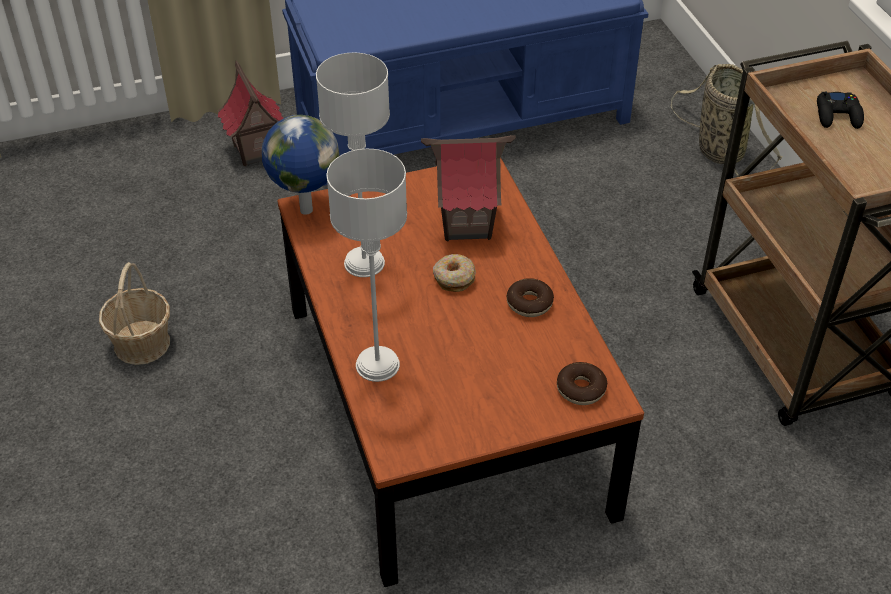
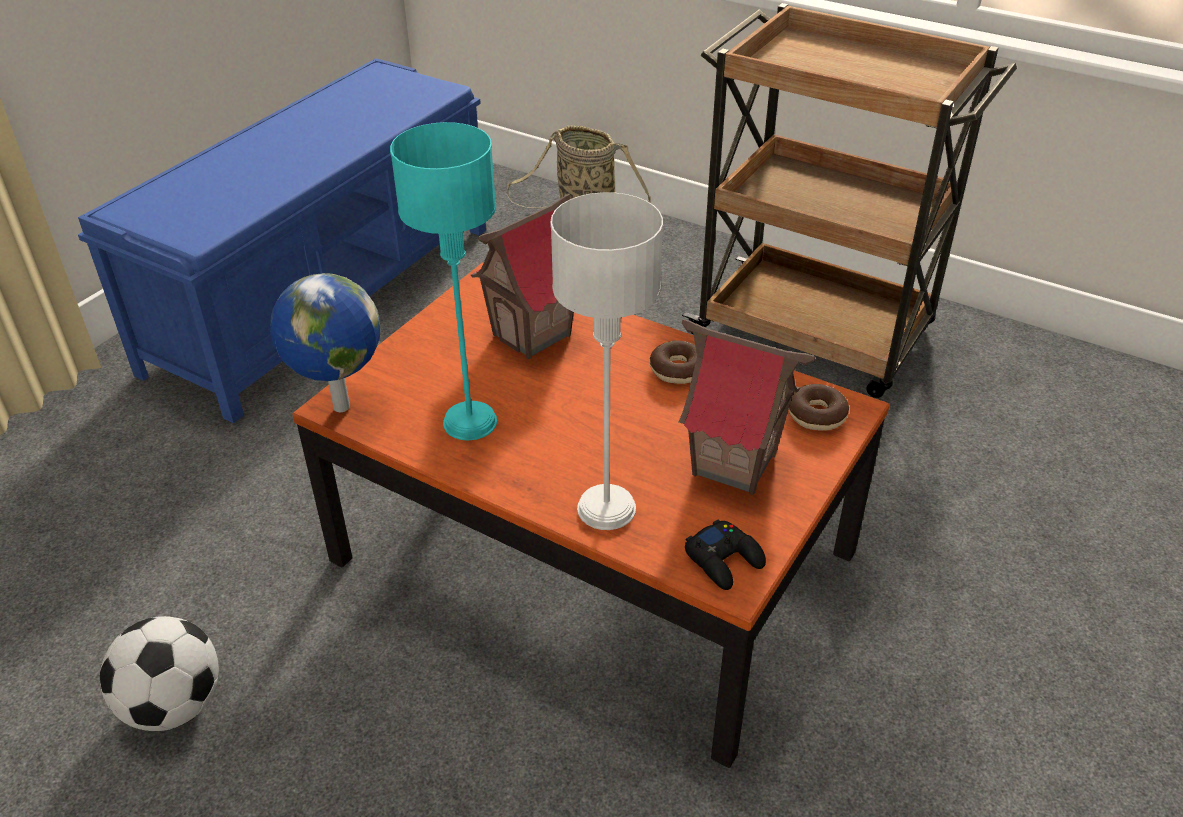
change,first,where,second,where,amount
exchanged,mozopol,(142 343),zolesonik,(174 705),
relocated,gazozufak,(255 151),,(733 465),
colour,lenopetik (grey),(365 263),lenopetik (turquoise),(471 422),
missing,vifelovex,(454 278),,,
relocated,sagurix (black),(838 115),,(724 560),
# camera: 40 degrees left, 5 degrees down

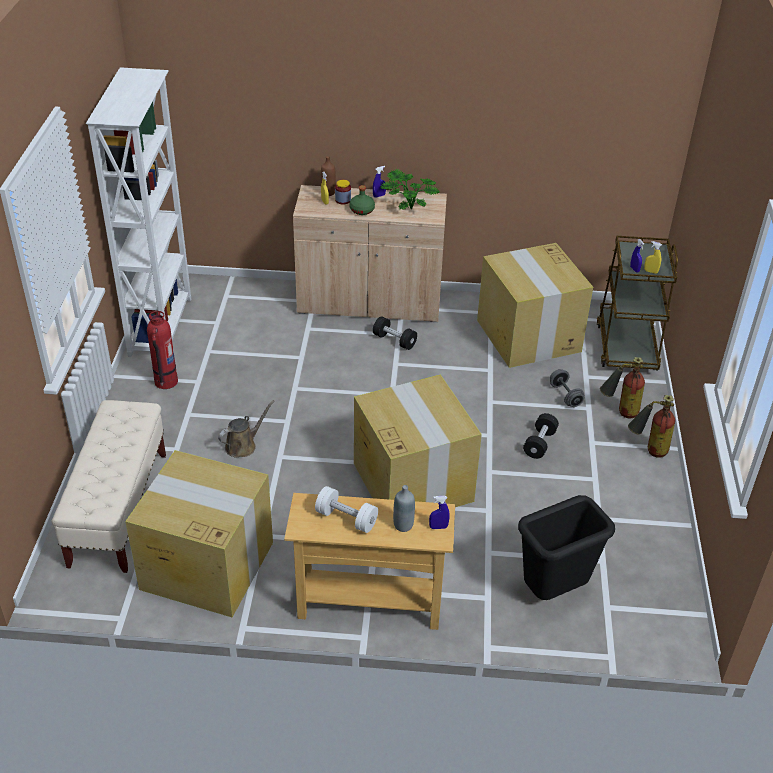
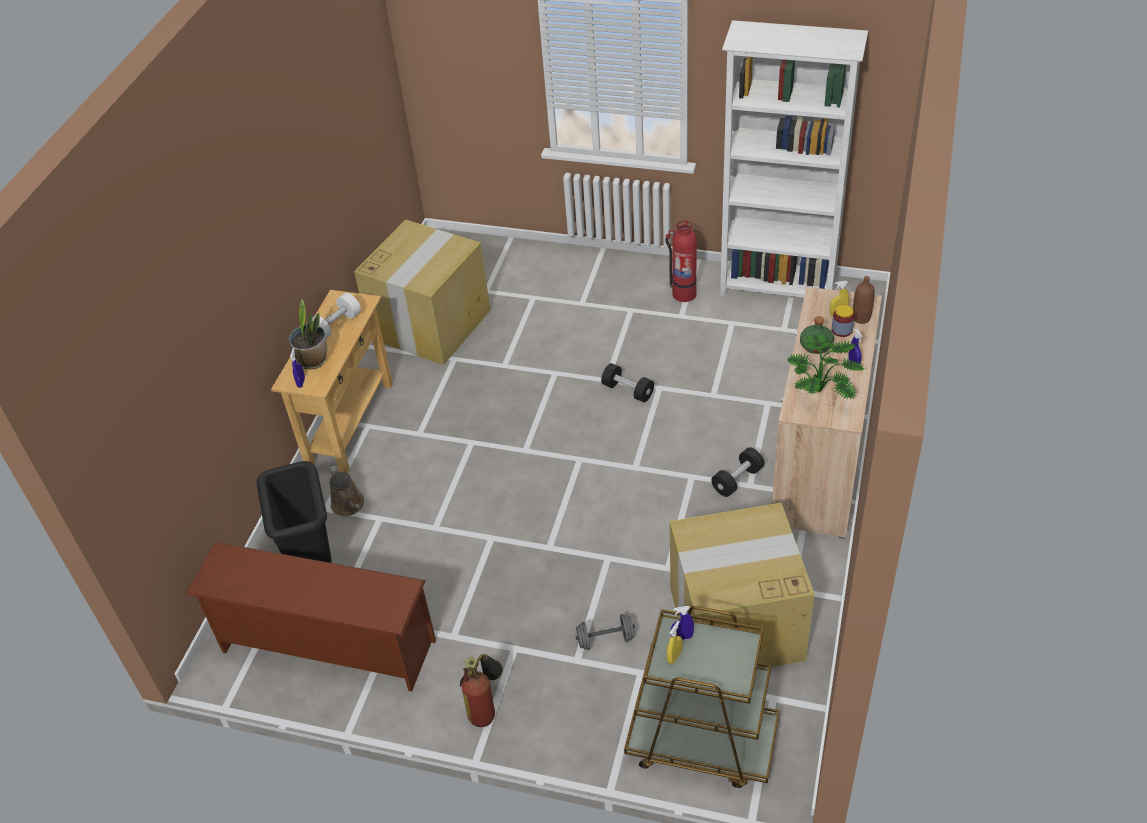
change,first,where,second,where,amount
missing,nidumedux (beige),(119 509),,,
relocated,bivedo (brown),(243 445),,(349 505),
missing,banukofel,(412 481),,,
exchanged,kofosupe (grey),(403 525),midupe,(313 360),
relocated,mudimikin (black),(539 443),,(627 390),
missing,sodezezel,(619 412),,,
appeared,,,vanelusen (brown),(325 647),
# camera: 105 degrees right, 5 degrees up

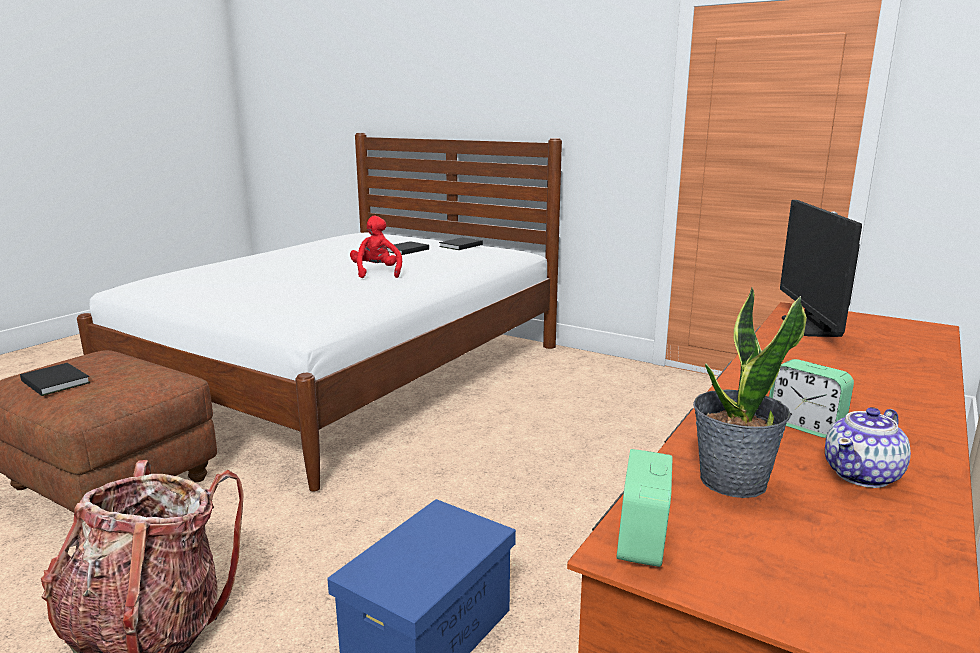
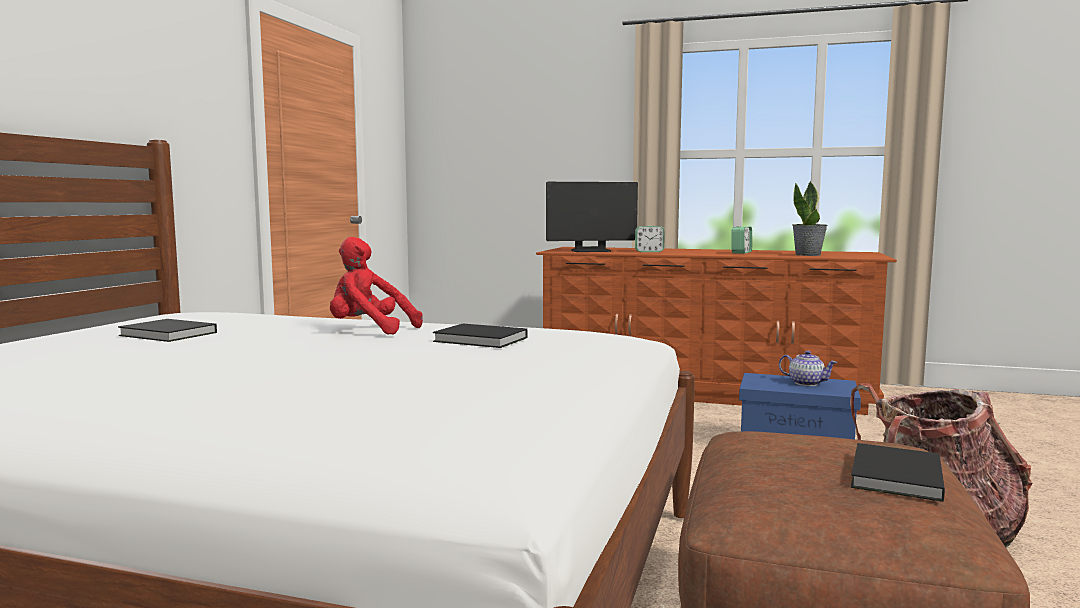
change,first,where,second,where,amount
spun,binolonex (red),(377 273),,(369 330),45 degrees clockwise
relocated,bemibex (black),(459 246),,(482 340),
relocated,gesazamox,(642 542),,(649 251),
relocated,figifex,(863 475),,(806 383),
# camera: 105 degrees left, 10 degrees down

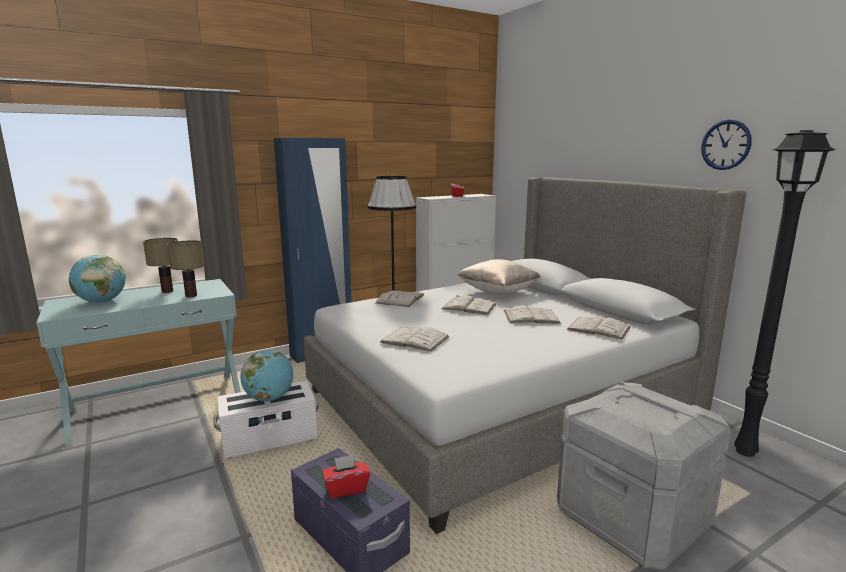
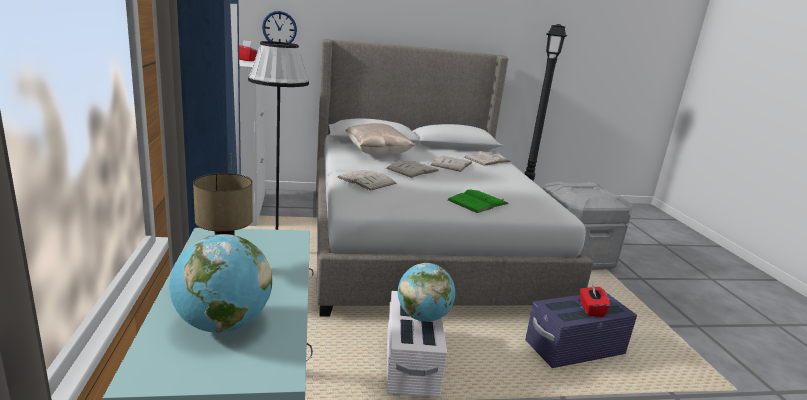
change,first,where,second,where,amount
missing,lenopetik,(191 295),,,
colour,bemibex (white),(415 339),bemibex (green),(478 202),
relocated,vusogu,(725 145),,(279 28),
# camera: 70 degrees left, 5 degrees up

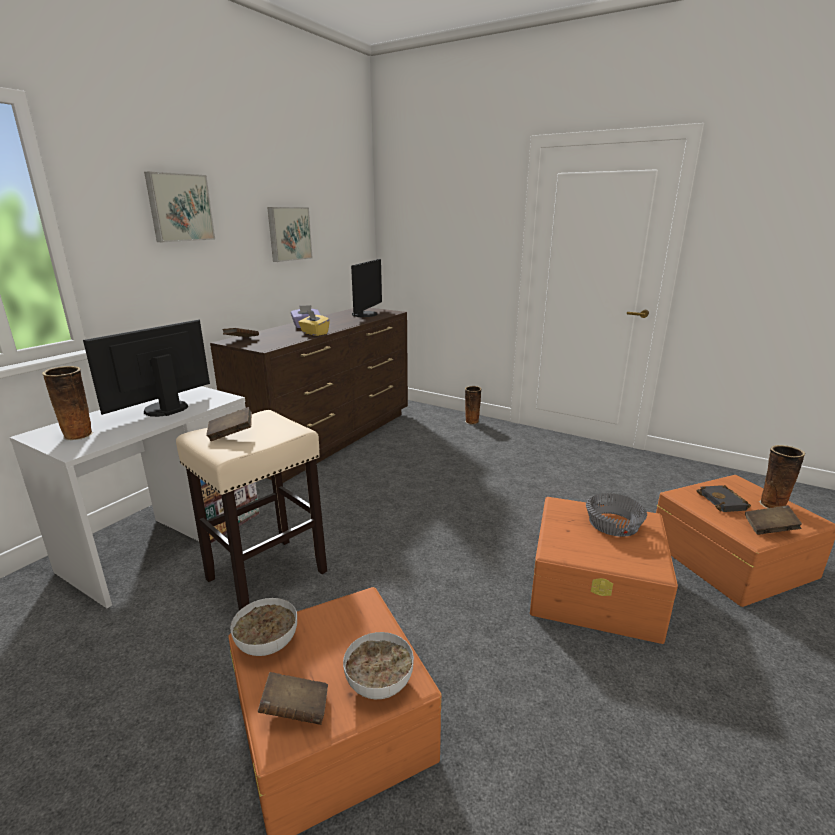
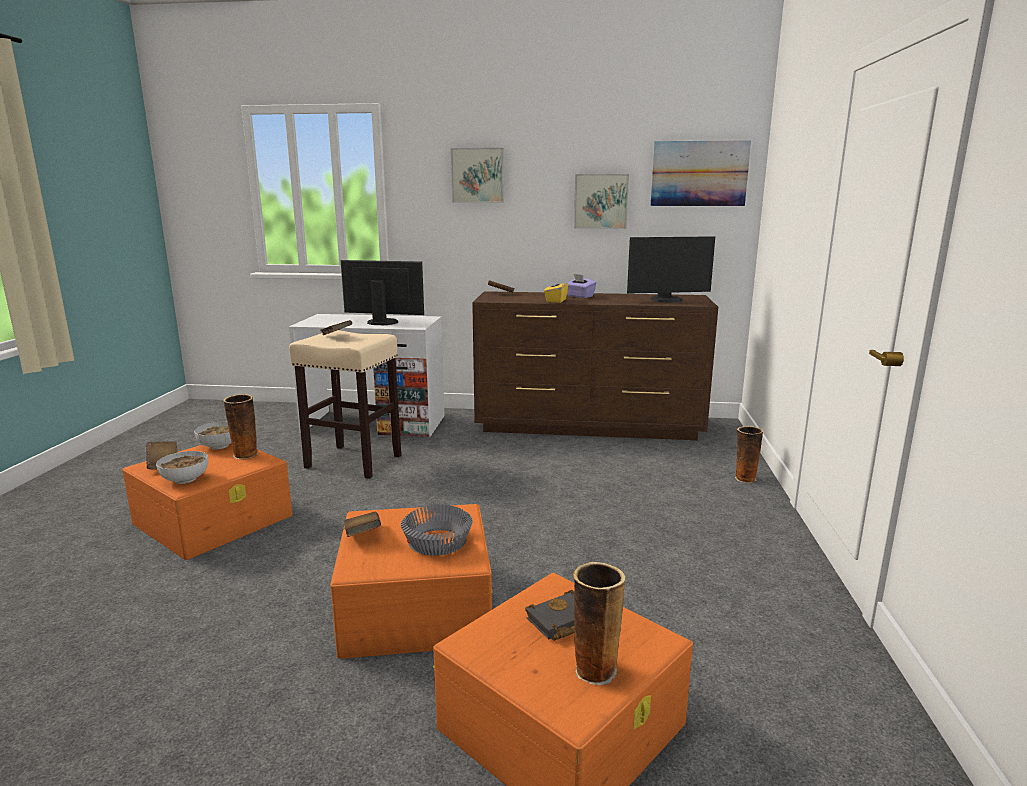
change,first,where,second,where,amount
relocated,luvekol,(79 435),,(245 455),
relocated,bemibex (brown),(769 529),,(363 535),
appeared,,,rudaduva,(699 173),
# camera: 65 degrees right, 5 degrees down

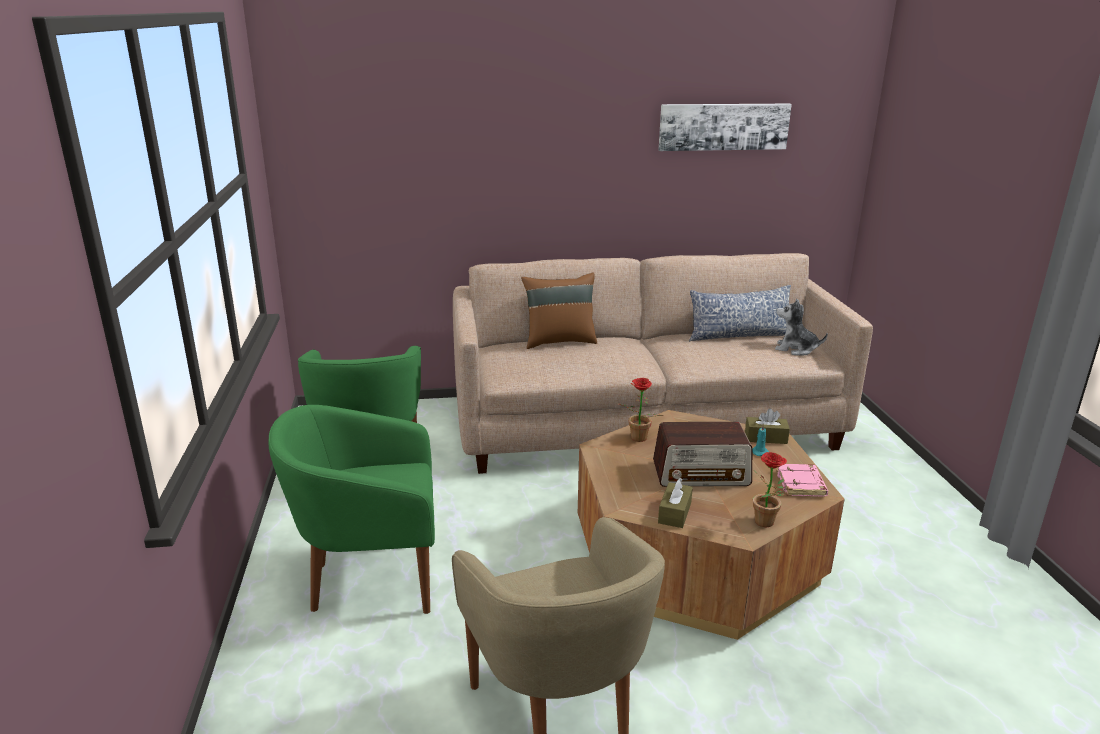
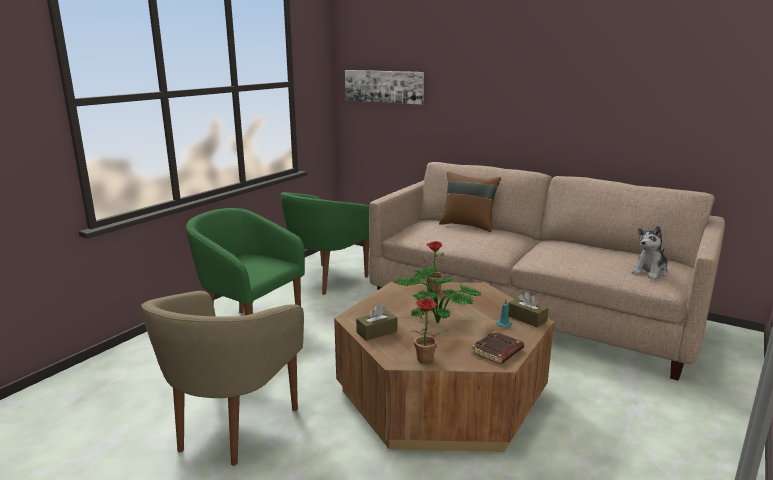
change,first,where,second,where,amount
exchanged,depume,(701 474),midupe,(436 320),
relocated,rudaduva,(723 126),,(384 86),
missing,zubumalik,(739 335),,,
spun,binolonex,(795 349),,(650 272),105 degrees counterclockwise
colour,bemibex (pink),(801 484),bemibex (brown),(497 352),
# camera: 40 degrees right, 5 degrees down

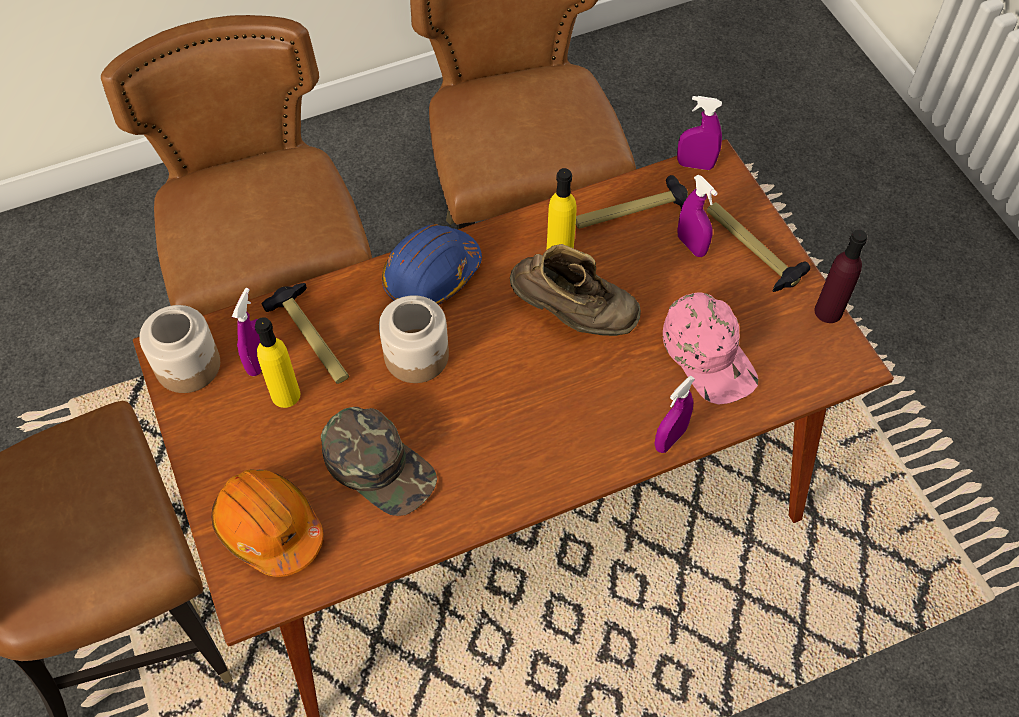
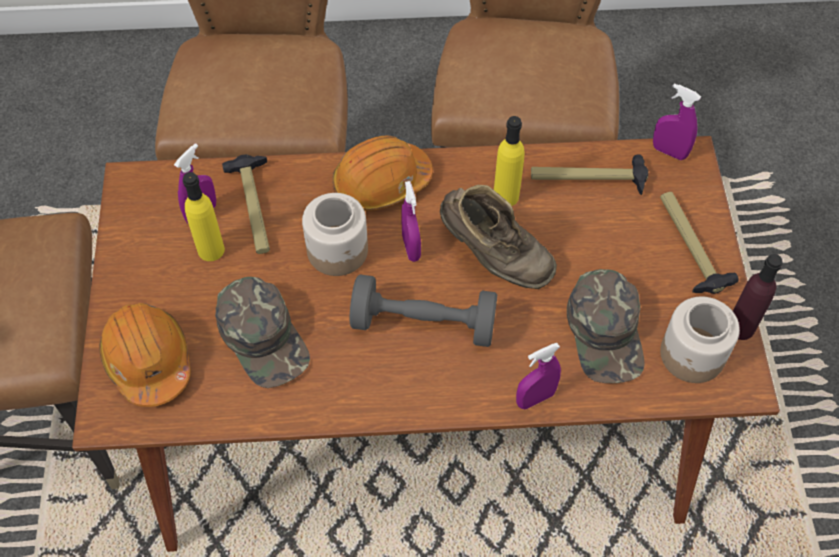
change,first,where,second,where,amount
relocated,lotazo,(188 366),,(692 355),
colour,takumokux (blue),(431 275),takumokux (orange),(381 183),
colour,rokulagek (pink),(709 355),rokulagek (green),(606 332),
relocated,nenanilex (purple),(691 245),,(411 247),
appeared,,,mudimikin (grey),(423 324),
# camera: 20 degrees right, 0 degrees up

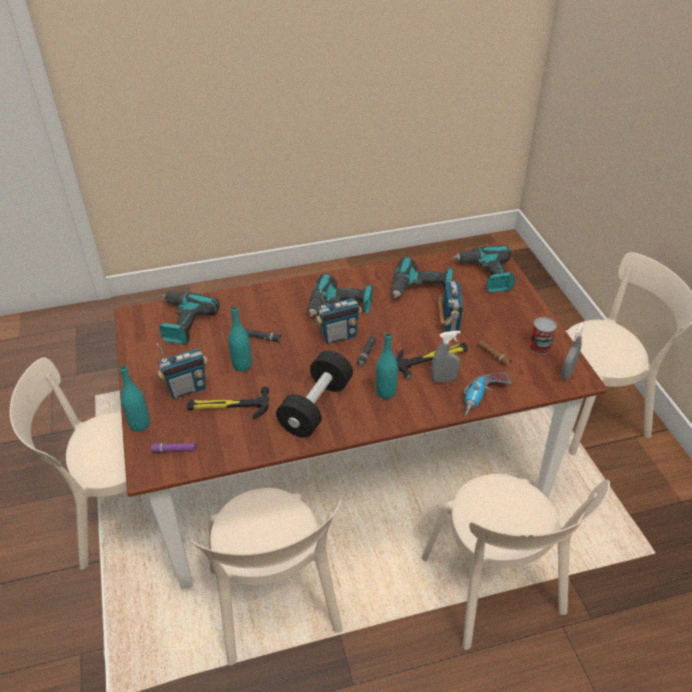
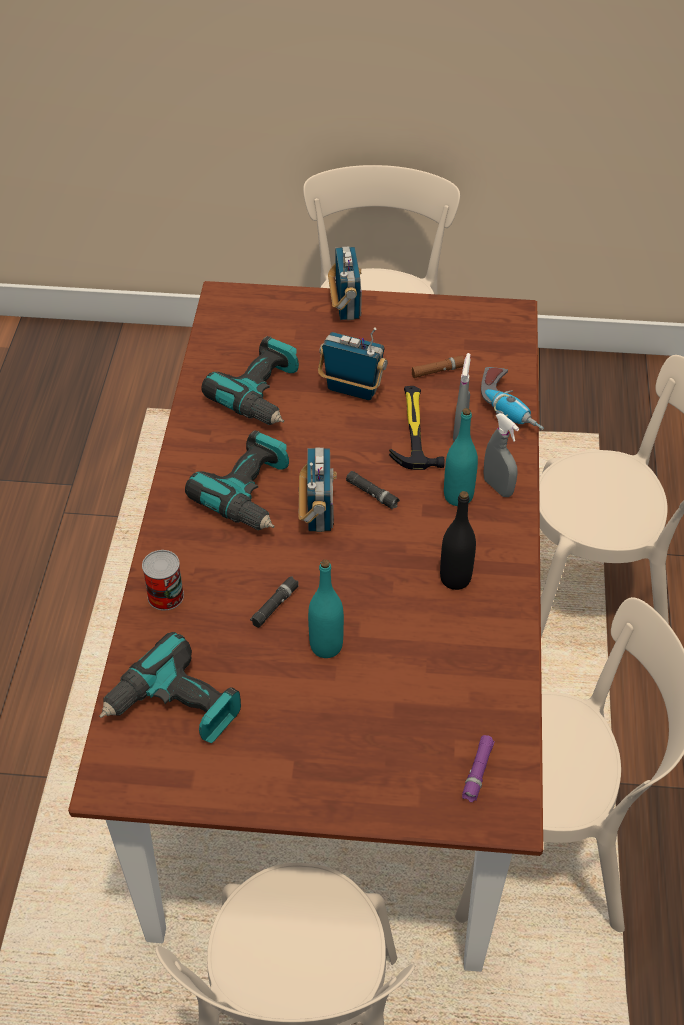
change,first,where,second,where,amount
missing,kofosupe (turquoise),(140 424),,,
relocated,depume,(187 389),,(346 307),
missing,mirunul,(228 406),,,
exchanged,mudimikin (black),(316 407),kofosupe (black),(455 579),
missing,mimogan,(486 275),,,
relocated,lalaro,(540 346),,(165 596),
relocated,nenanilex (grey),(567 373),,(498 487),
# camera: 70 degrees left, 5 degrees up

